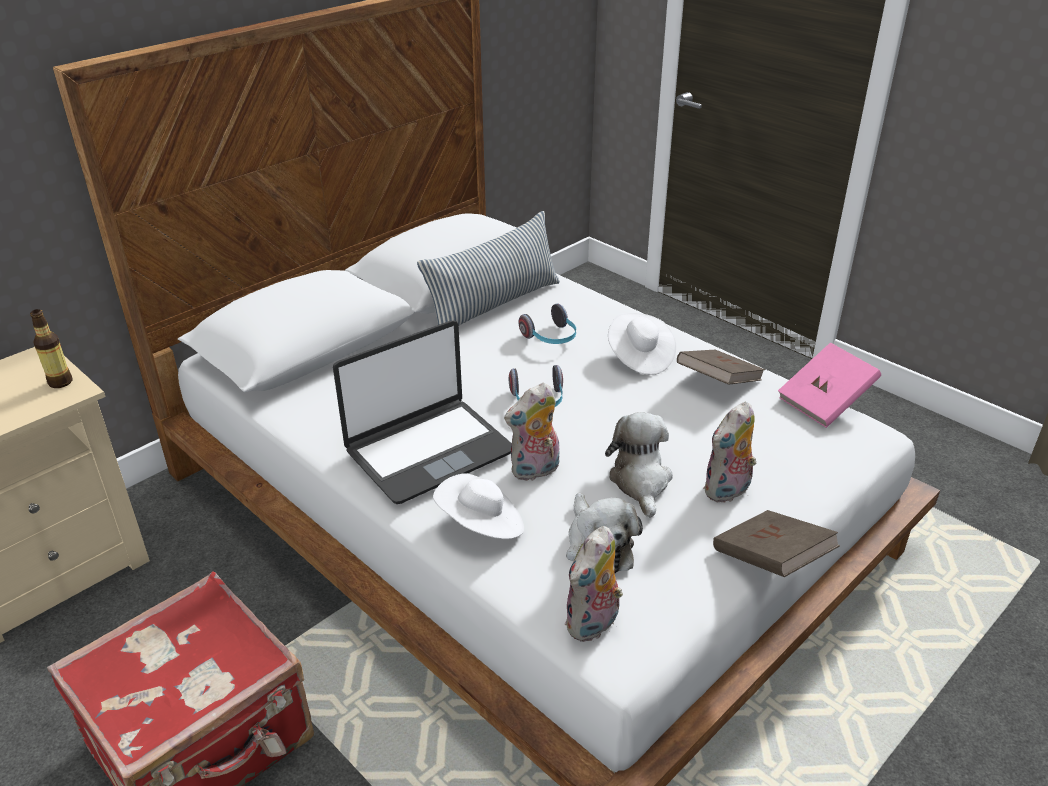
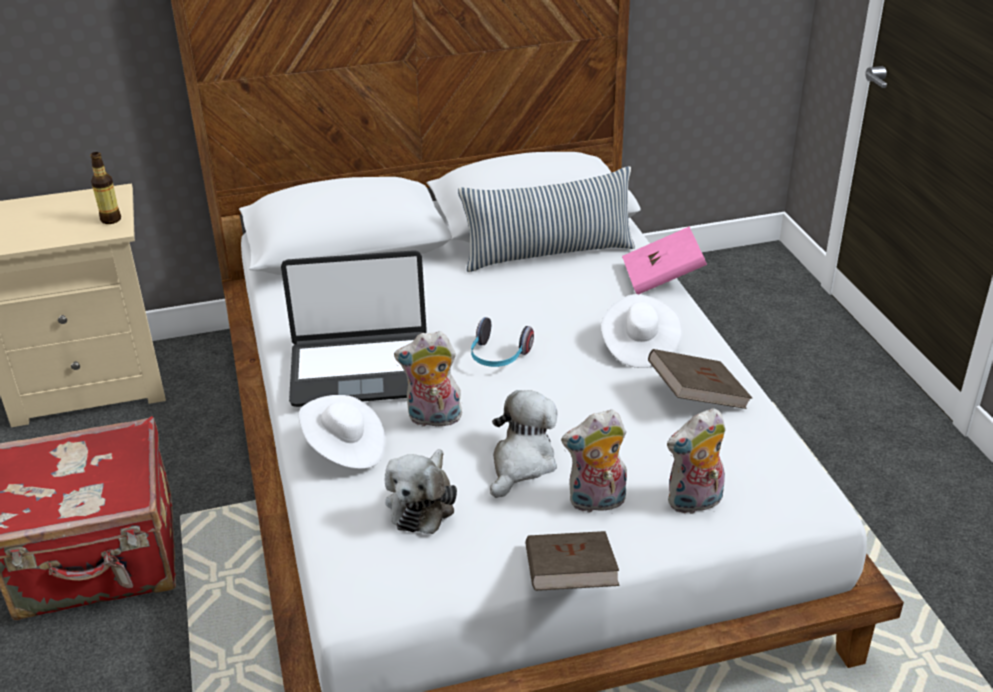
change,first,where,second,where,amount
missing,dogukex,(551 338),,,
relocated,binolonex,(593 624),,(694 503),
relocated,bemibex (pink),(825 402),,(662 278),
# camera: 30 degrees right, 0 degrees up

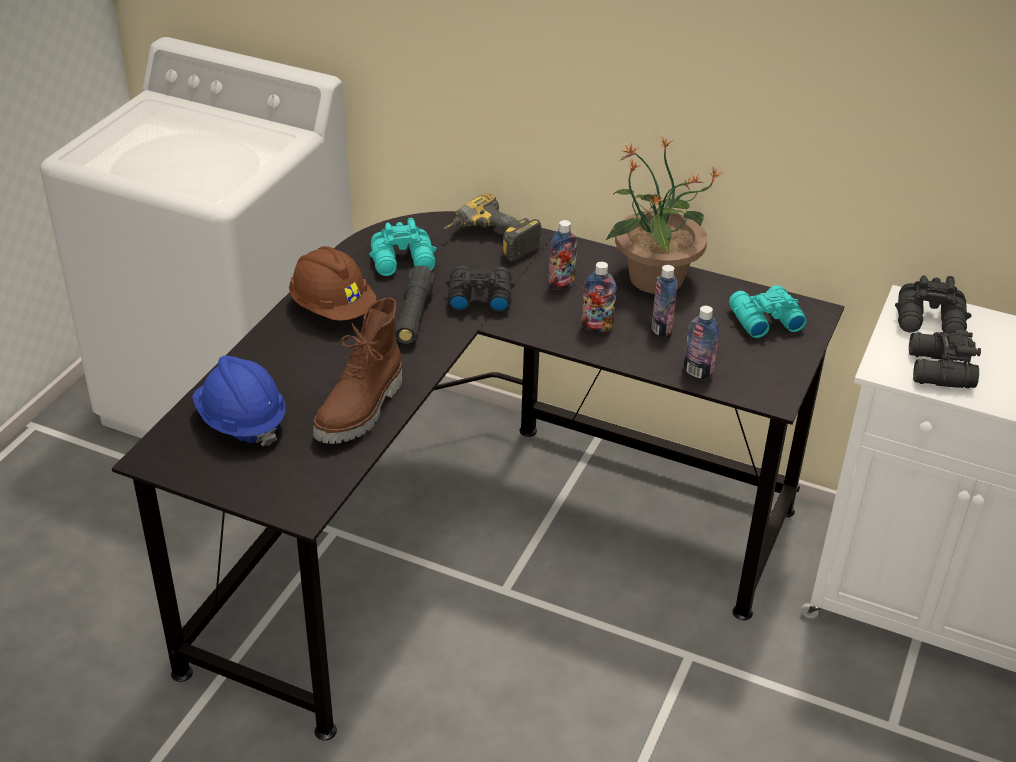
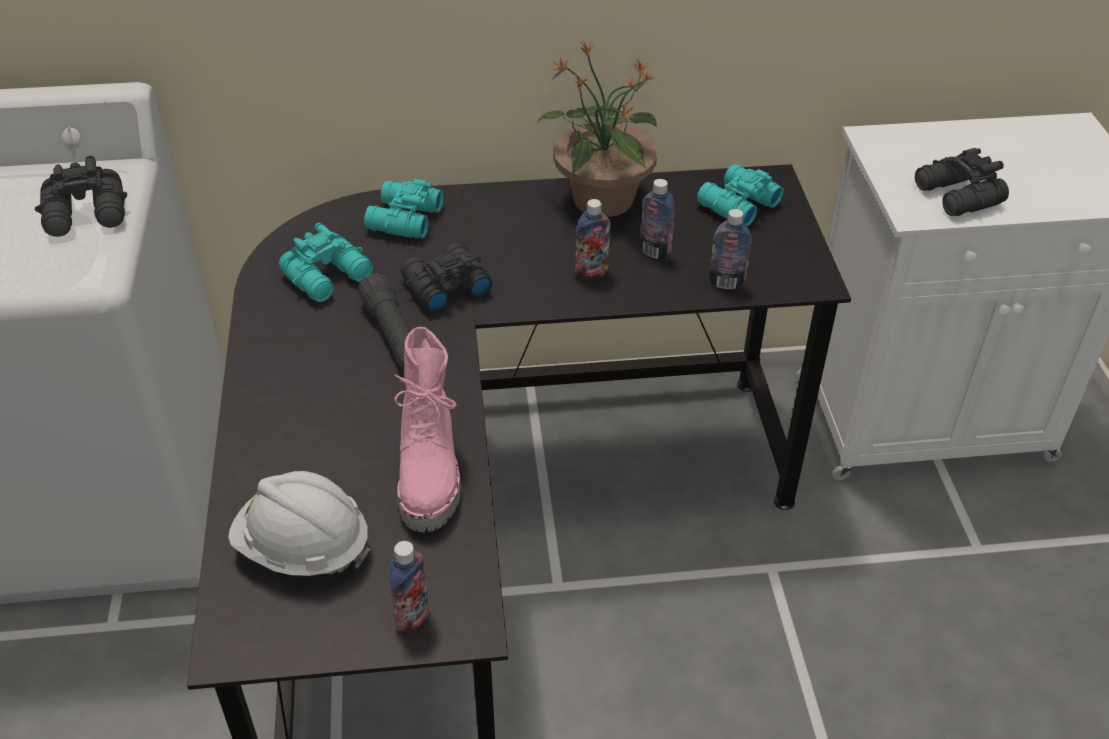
change,first,where,second,where,amount
colour,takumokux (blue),(241 421),takumokux (white),(303 548),
missing,takumokux (brown),(333 308),,,
colour,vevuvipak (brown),(362 411),vevuvipak (pink),(431 472),
exchanged,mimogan,(489 241),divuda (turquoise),(402 220),
relocated,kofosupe,(561 284),,(412 619),
relocated,divuda (black),(931 321),,(88 214),
# camera: 30 degrees left, 5 degrees up

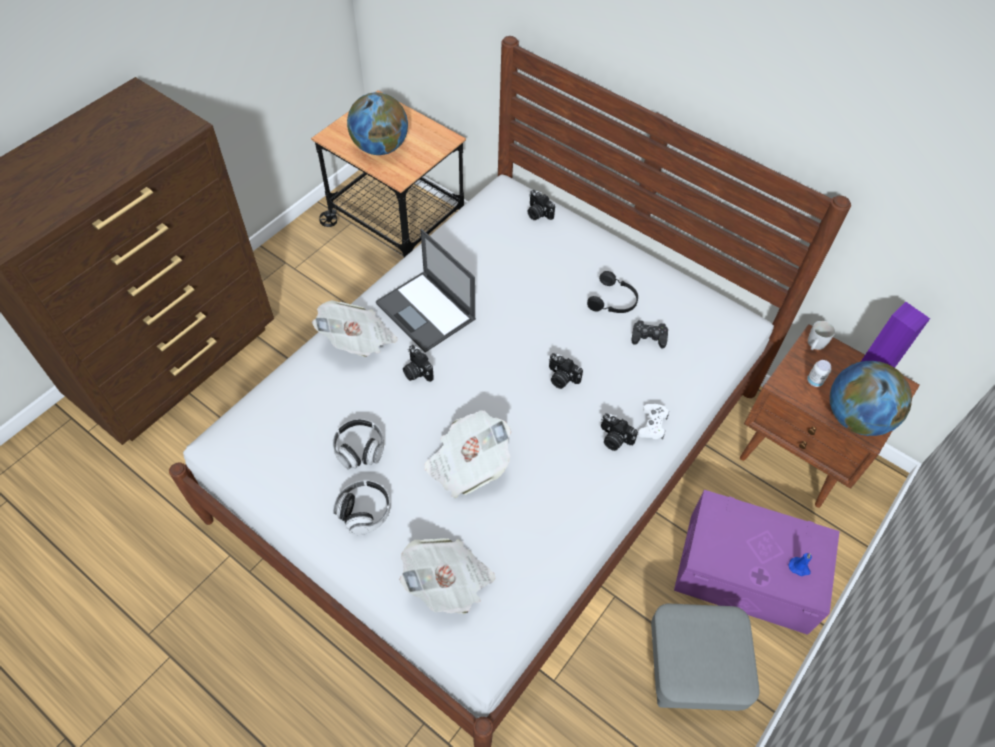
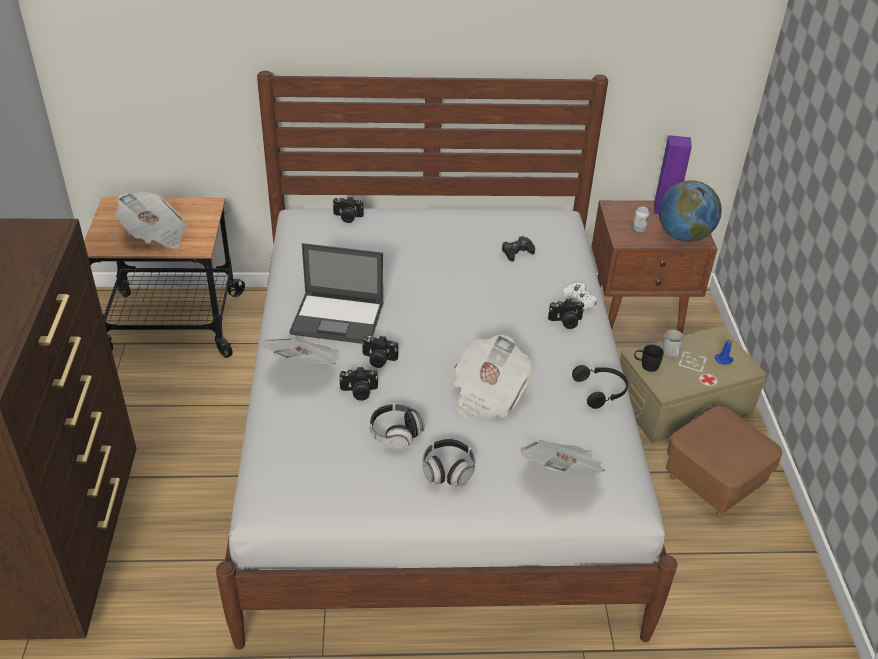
change,first,where,second,where,amount
exchanged,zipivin,(380 147),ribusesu,(155 235),
relocated,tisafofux,(561 378),,(359 392),
relocated,dogukex (black),(614 301),,(601 390),
colour,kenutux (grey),(692 670),kenutux (brown),(714 482),
colour,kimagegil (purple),(746 572),kimagegil (beige),(682 402),
relocated,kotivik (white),(814 345),,(671 354),
appeared,,,kotivik (black),(646 365),
# camera: 40 degrees left, 15 degrees down

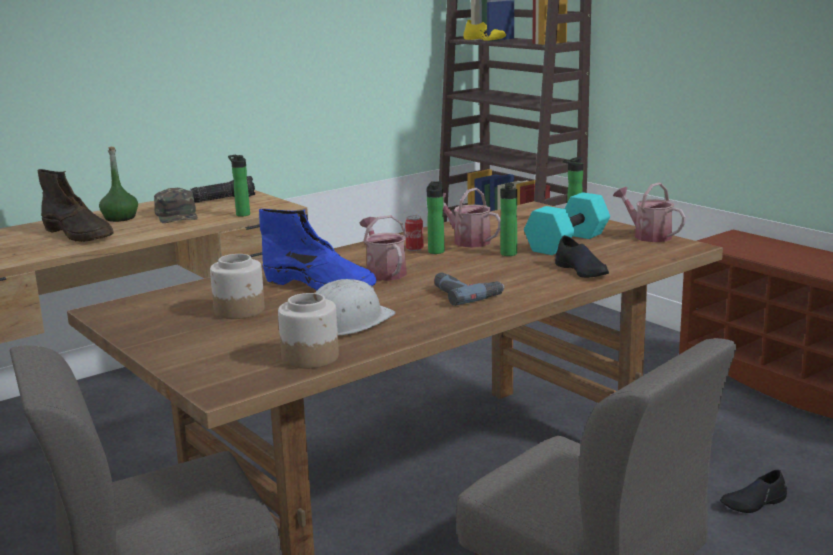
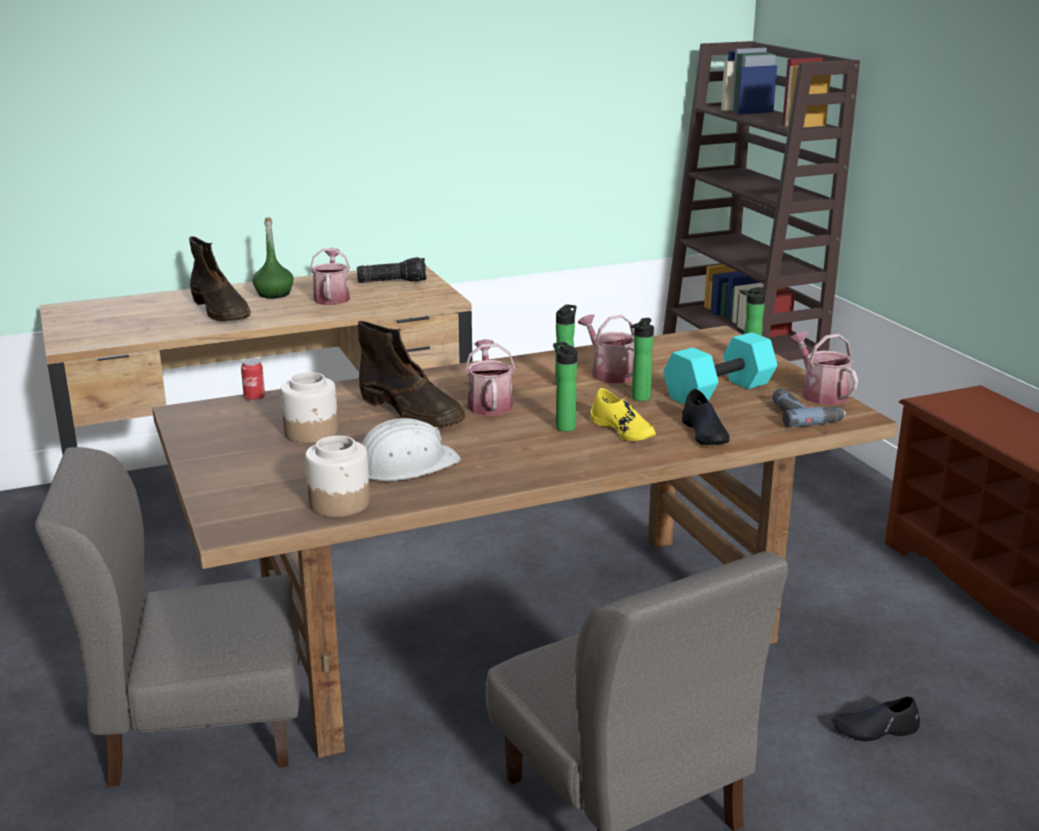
change,first,where,second,where,amount
exchanged,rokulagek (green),(177 215),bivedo,(332 297),
relocated,kofosupe,(241 214),,(564 426),
colour,vevuvipak (blue),(320 285),vevuvipak (brown),(412 411),
relocated,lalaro,(414 249),,(254 397),
relocated,mimogan,(466 294),,(803 415),
relocated,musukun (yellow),(485 39),,(623 430),
# camera: 15 degrees right, 5 degrees up

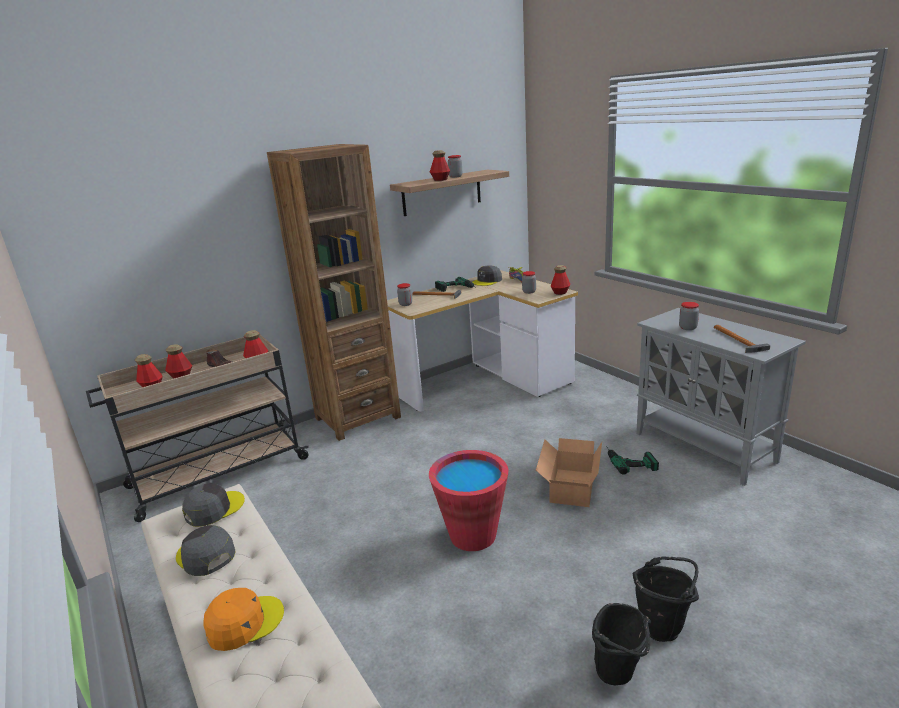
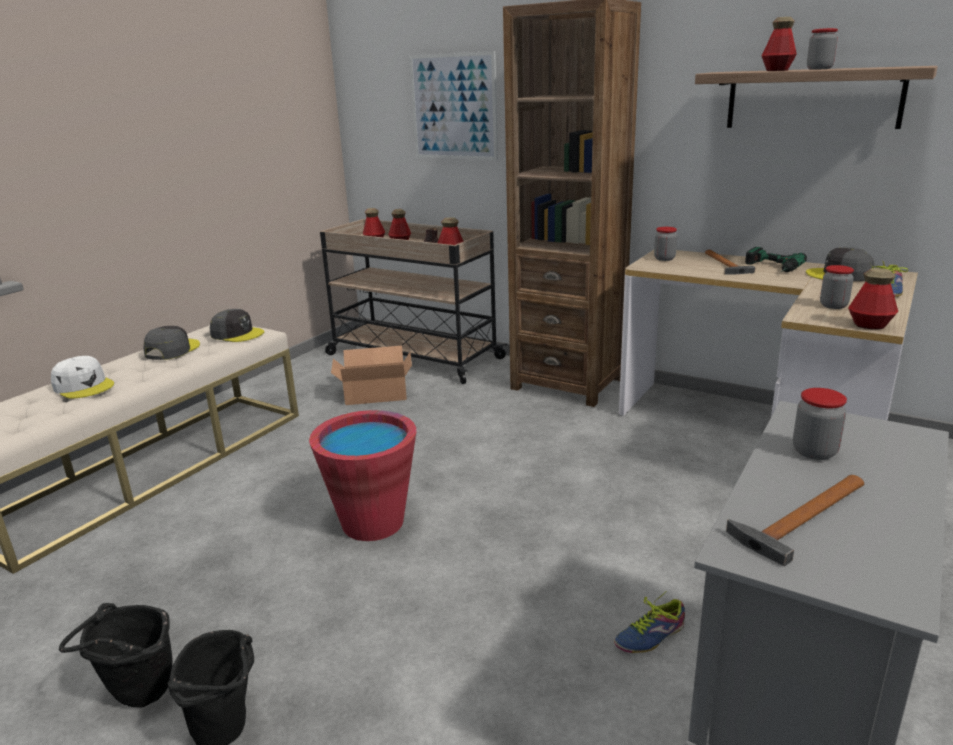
change,first,where,second,where,amount
colour,rokulagek (orange),(244 622),rokulagek (white),(84 386),
relocated,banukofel,(569 488),,(374 393),
exchanged,mimogan,(629 460),musukun,(648 634),
appeared,,,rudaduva,(453 107),
# camera: 65 degrees right, 0 degrees up

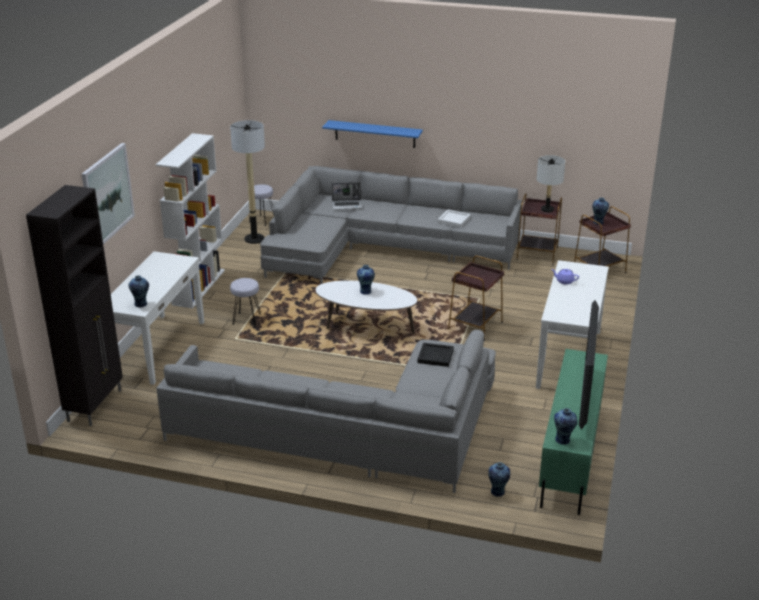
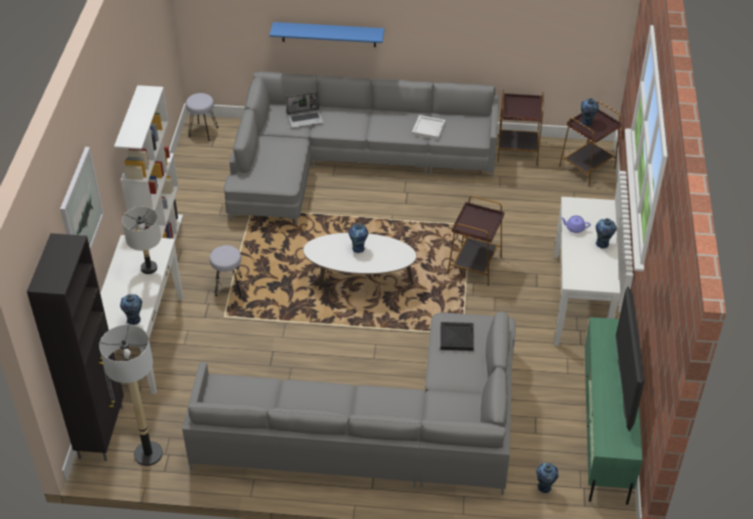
change,first,where,second,where,amount
relocated,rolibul,(254 239),,(148 454),
relocated,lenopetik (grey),(547 209),,(148 268),
relocated,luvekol,(563 440),,(603 244),
# camera: 10 degrees left, 15 degrees up

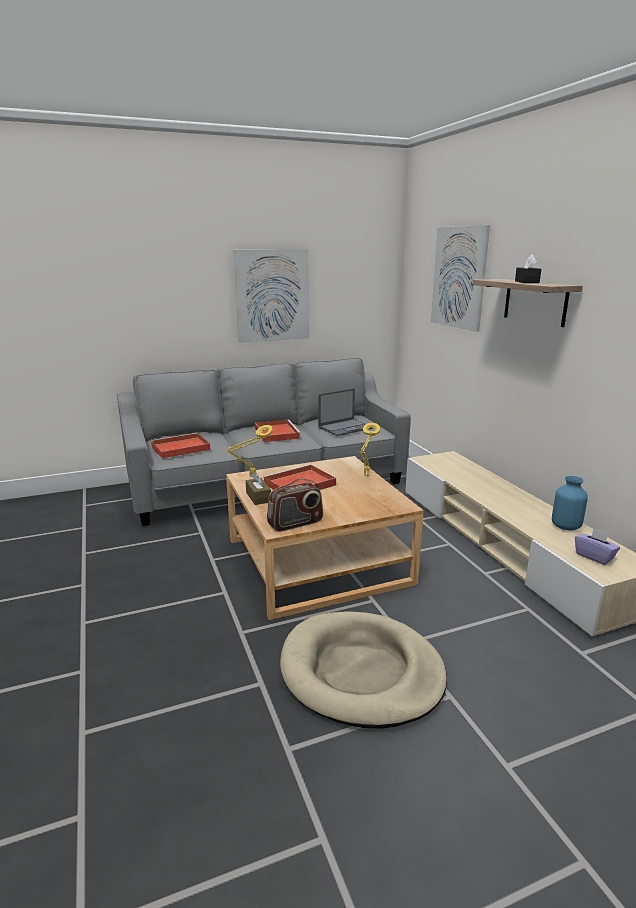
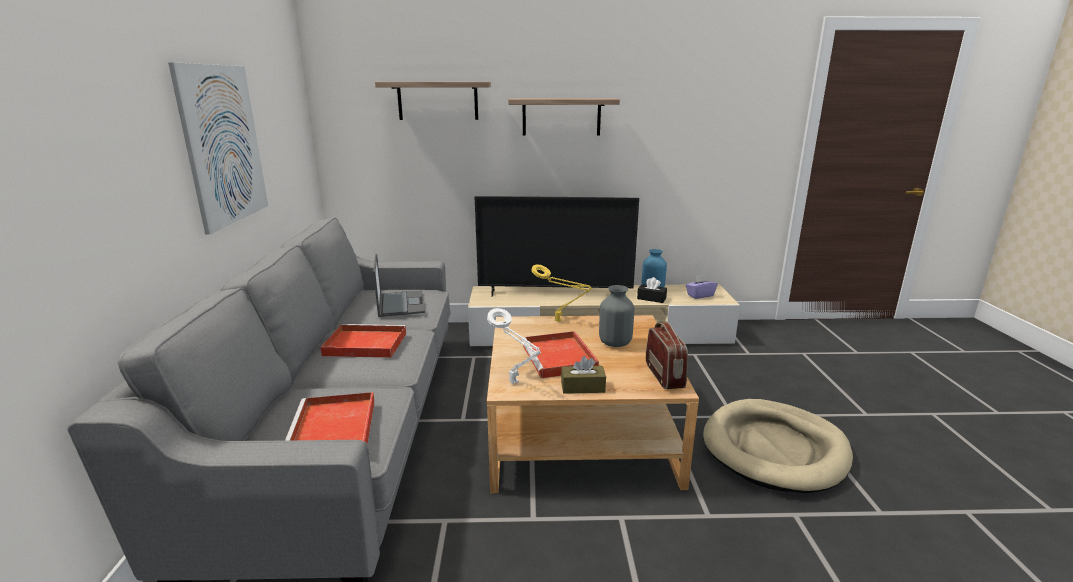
change,first,where,second,where,amount
colour,lenopetik (yellow),(251 477),lenopetik (white),(515 383),
exchanged,rudaduva,(458 277),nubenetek,(438 100),
relocated,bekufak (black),(526 282),,(651 298),
appeared,,,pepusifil,(555 294),
appeared,,,luvekol (grey),(614 343),
# camera: 70 degrees left, 0 degrees up

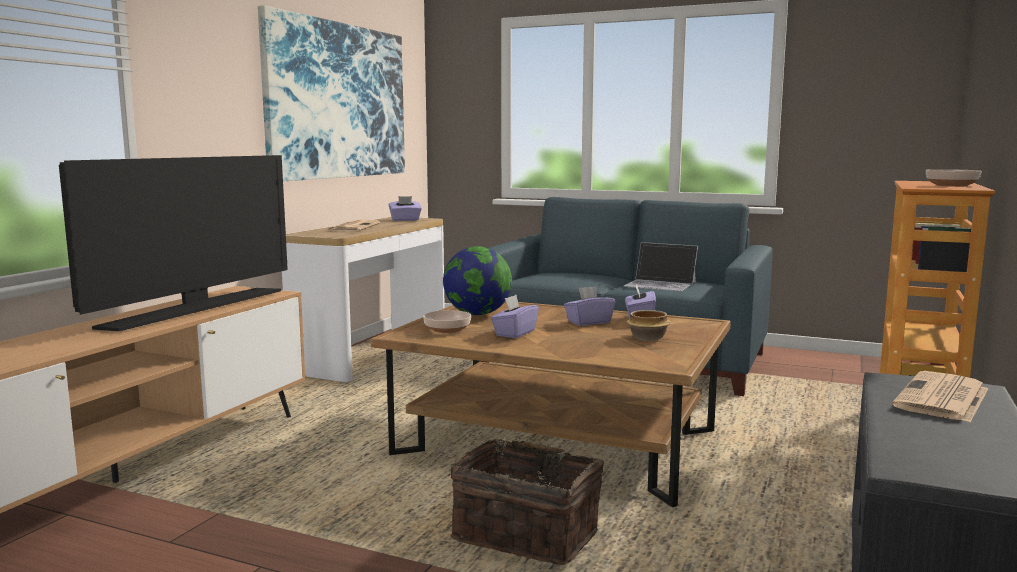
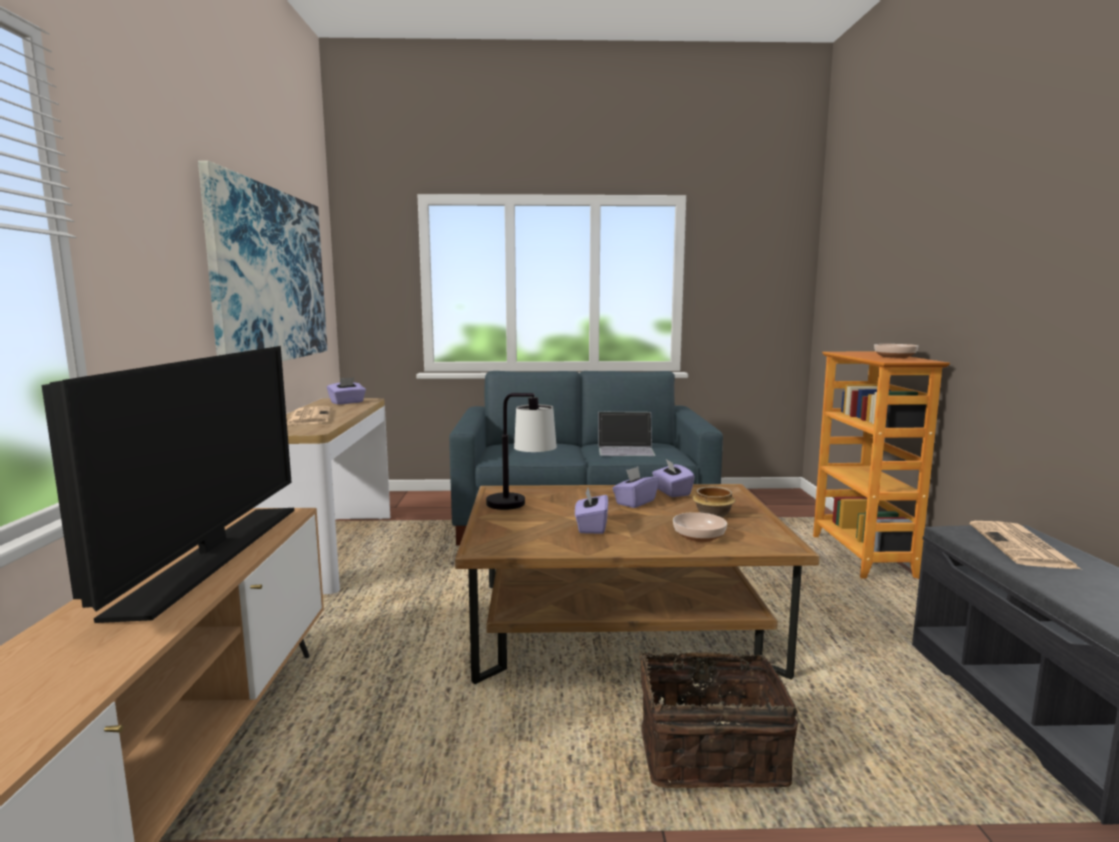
change,first,where,second,where,amount
relocated,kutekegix,(446 330),,(698 536),
exchanged,zipivin,(477 314),lenopetik,(520 507),
# camera: 25 degrees left, 0 degrees up

